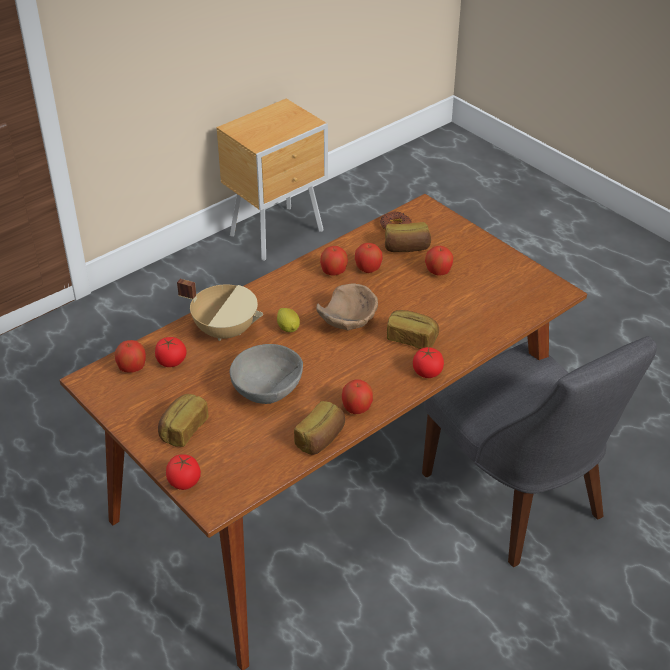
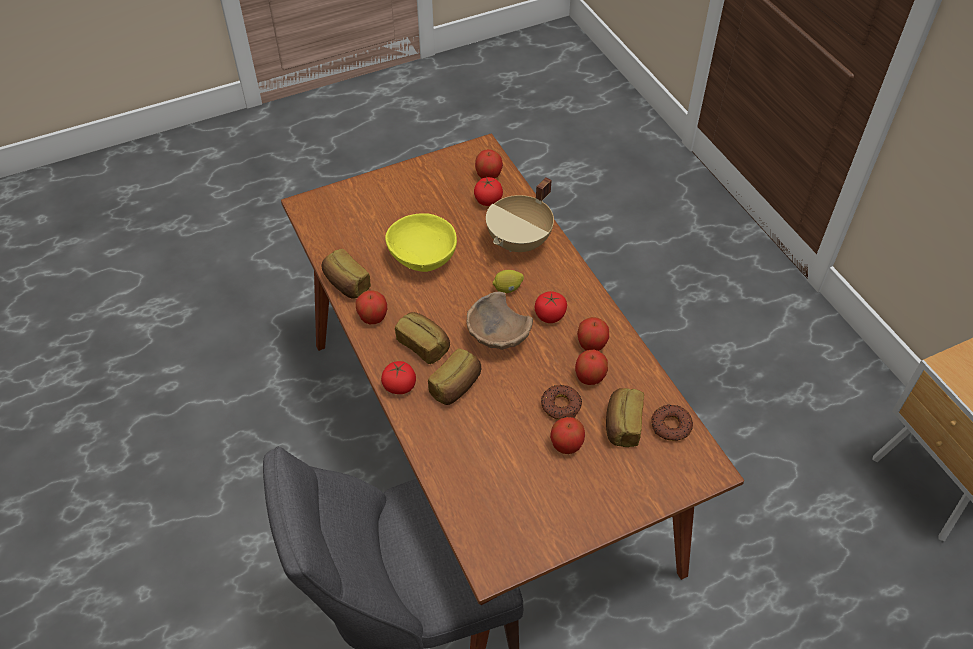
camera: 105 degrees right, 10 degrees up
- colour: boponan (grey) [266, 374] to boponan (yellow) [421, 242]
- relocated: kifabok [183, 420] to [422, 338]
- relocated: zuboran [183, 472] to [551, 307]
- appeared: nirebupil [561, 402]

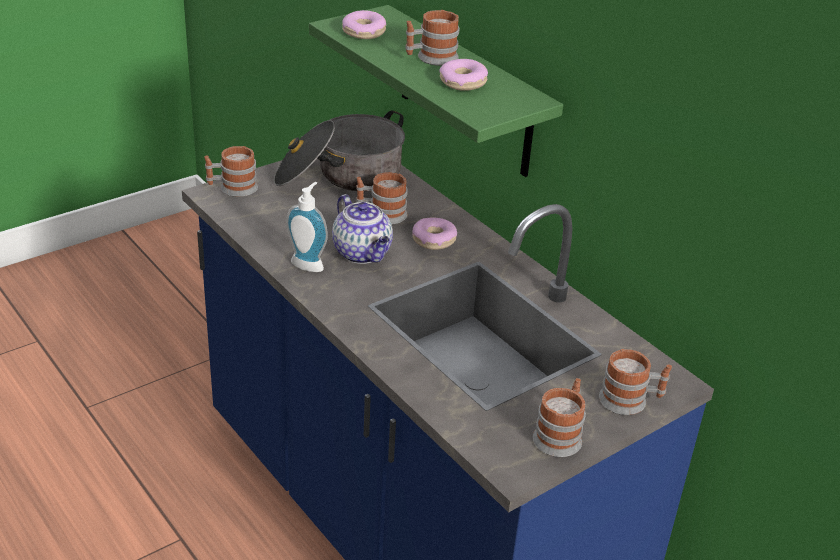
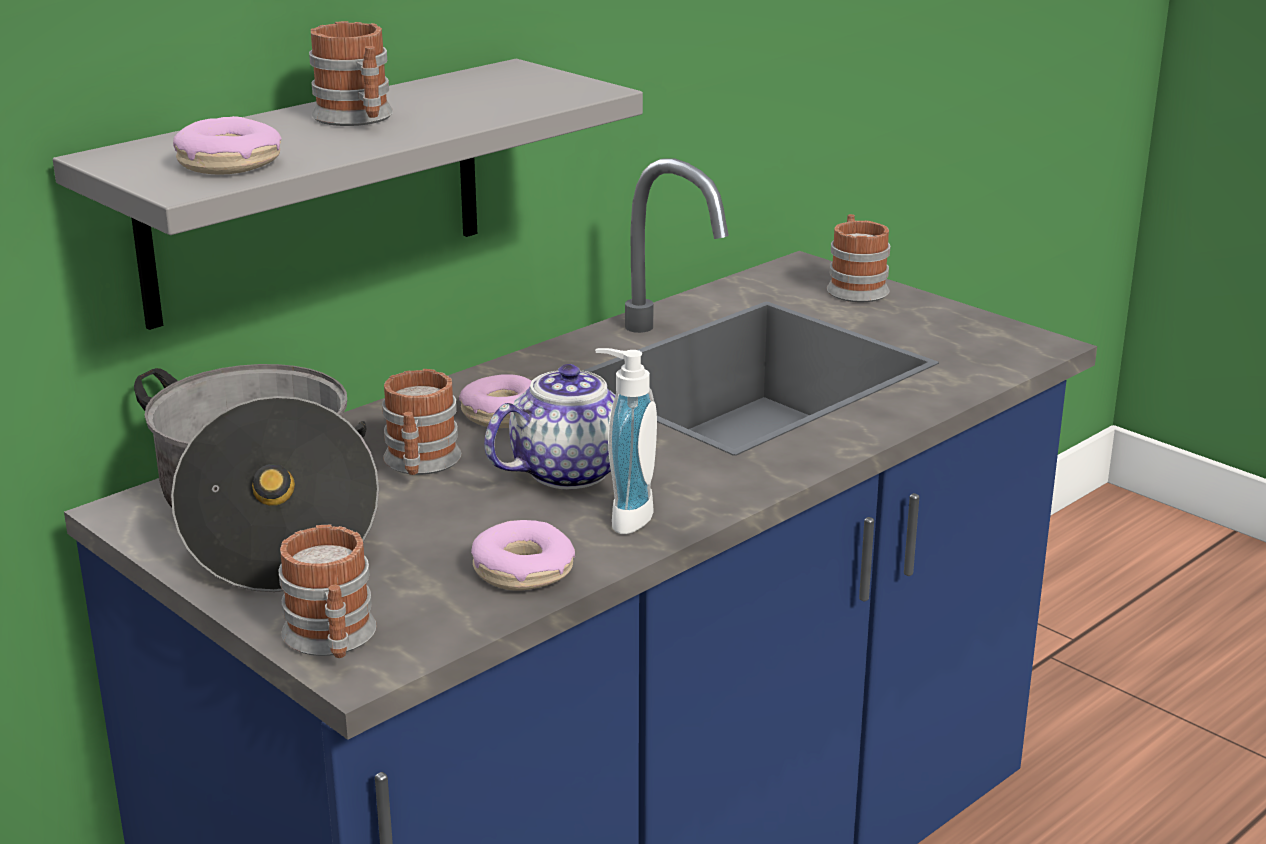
camera: 95 degrees left, 10 degrees down
- colour: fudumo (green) [436, 91] to fudumo (grey) [348, 194]
- relocated: nirebupil [463, 75] to [523, 555]
- missing: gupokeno [559, 417]

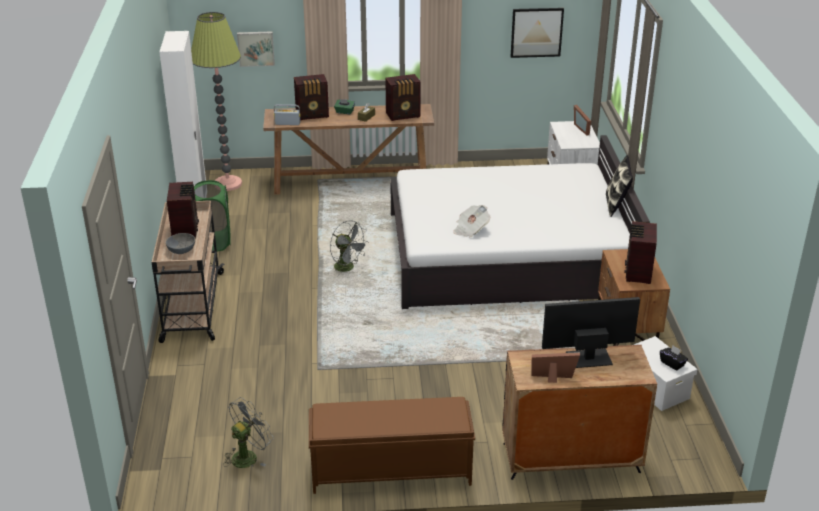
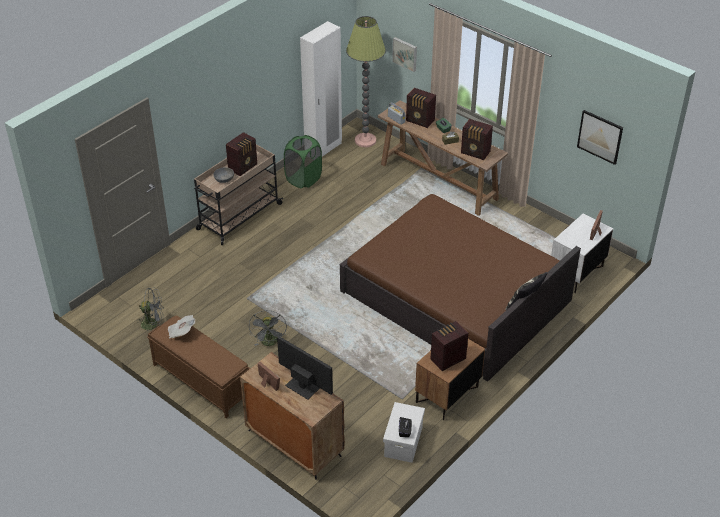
camera: 45 degrees right, 10 degrees up
- colour: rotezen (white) [520, 222] to rotezen (brown) [460, 288]
- relocated: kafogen [471, 221] to [181, 327]
- relocated: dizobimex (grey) [349, 248] to [268, 328]

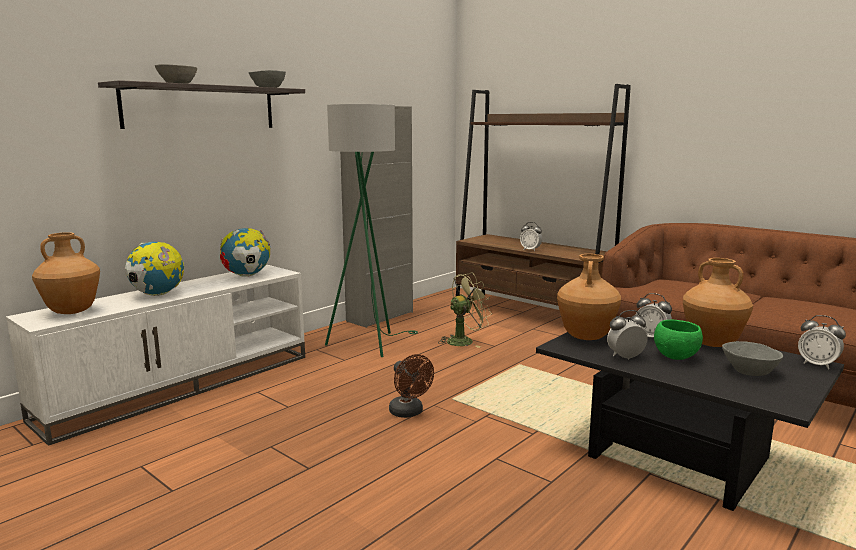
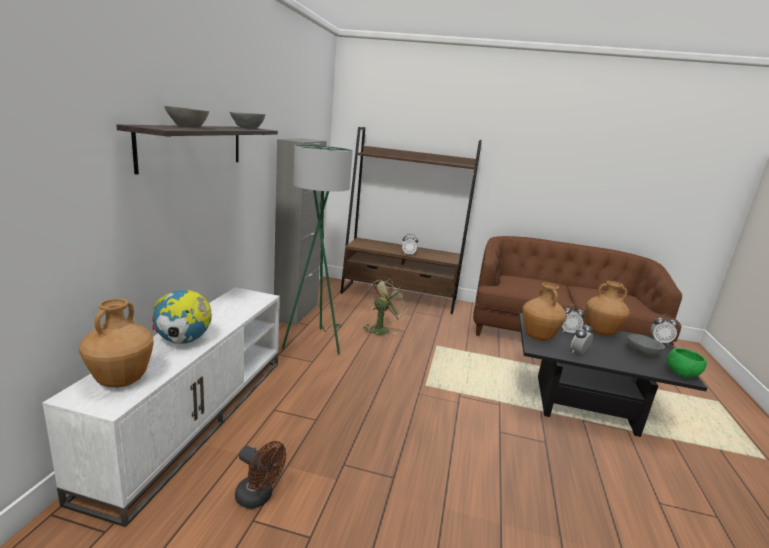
camera: 30 degrees left, 5 degrees up
- missing: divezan [245, 252]
- relocated: boponan (green) [678, 340] to [687, 363]
- relocated: dizobimex (brown) [411, 386] to [260, 475]

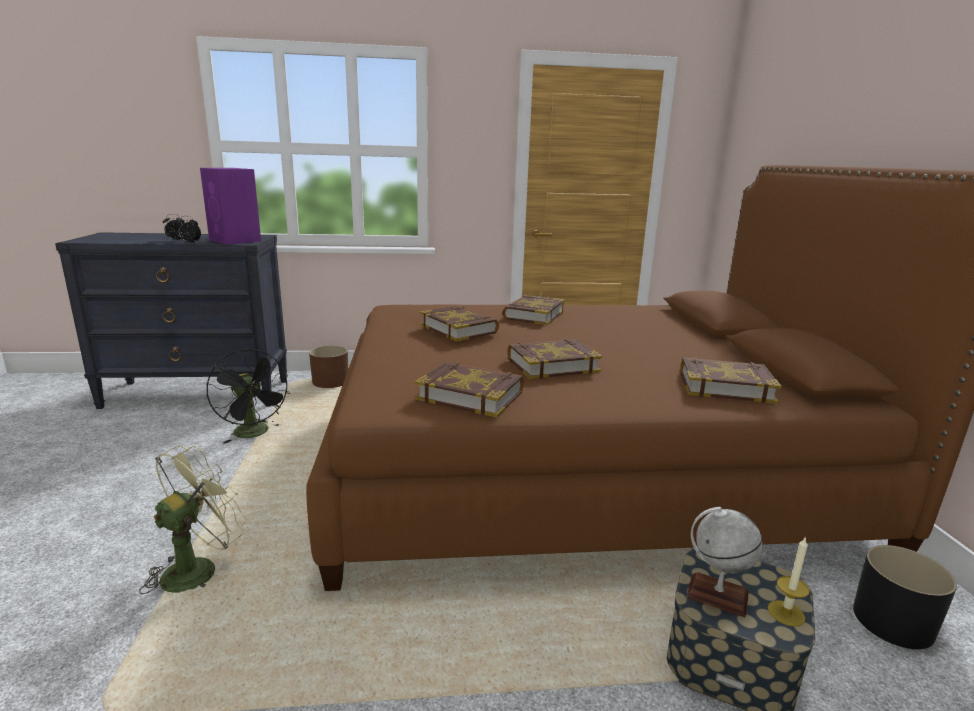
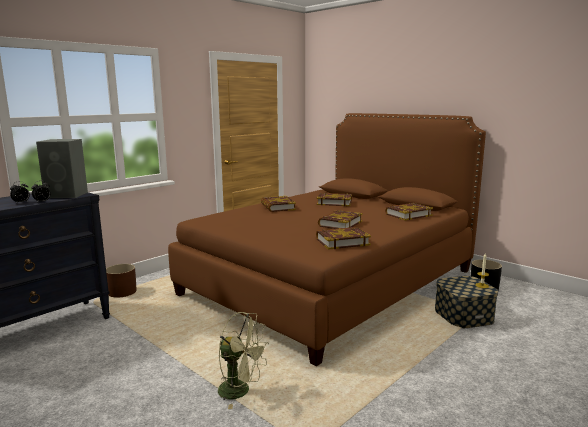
camera: 40 degrees left, 5 degrees down
- colour: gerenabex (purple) [230, 206] to gerenabex (grey) [62, 168]
- relocated: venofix [459, 323] to [334, 199]
- missing: dizobimex (black) [248, 396]
- spun: dizobimex (green) [193, 520] = [243, 360] 120 degrees clockwise
- missing: divezan [725, 562]

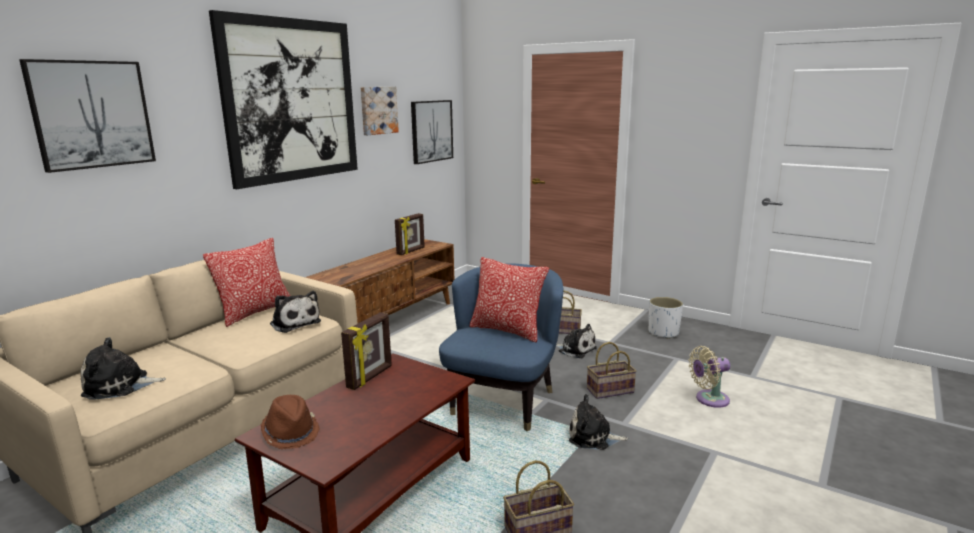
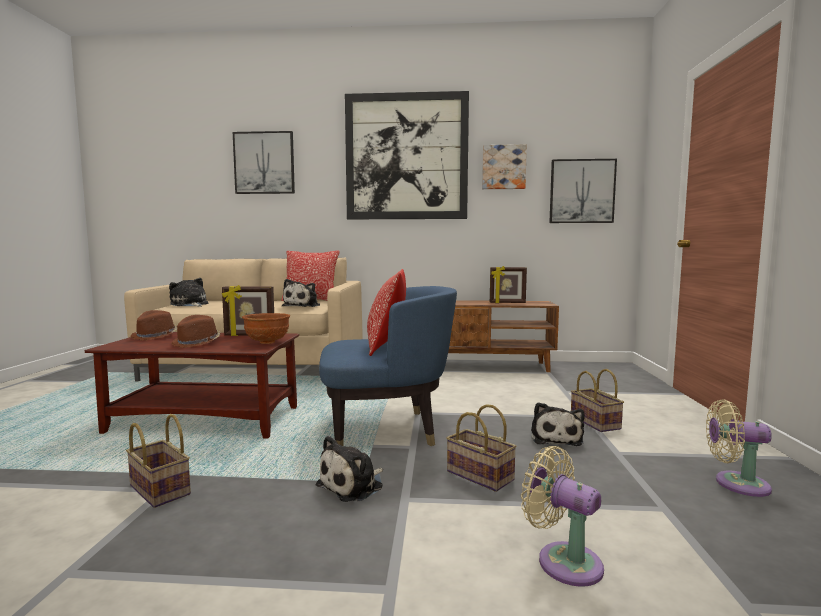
camera: 60 degrees right, 10 degrees down
- exchanged: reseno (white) [666, 318] to dizobimex (beige) [739, 448]
- spun: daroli [598, 422] = [349, 469] 120 degrees counterclockwise
- appeared: boponan (brown) [266, 328]
- appeared: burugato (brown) [196, 331]

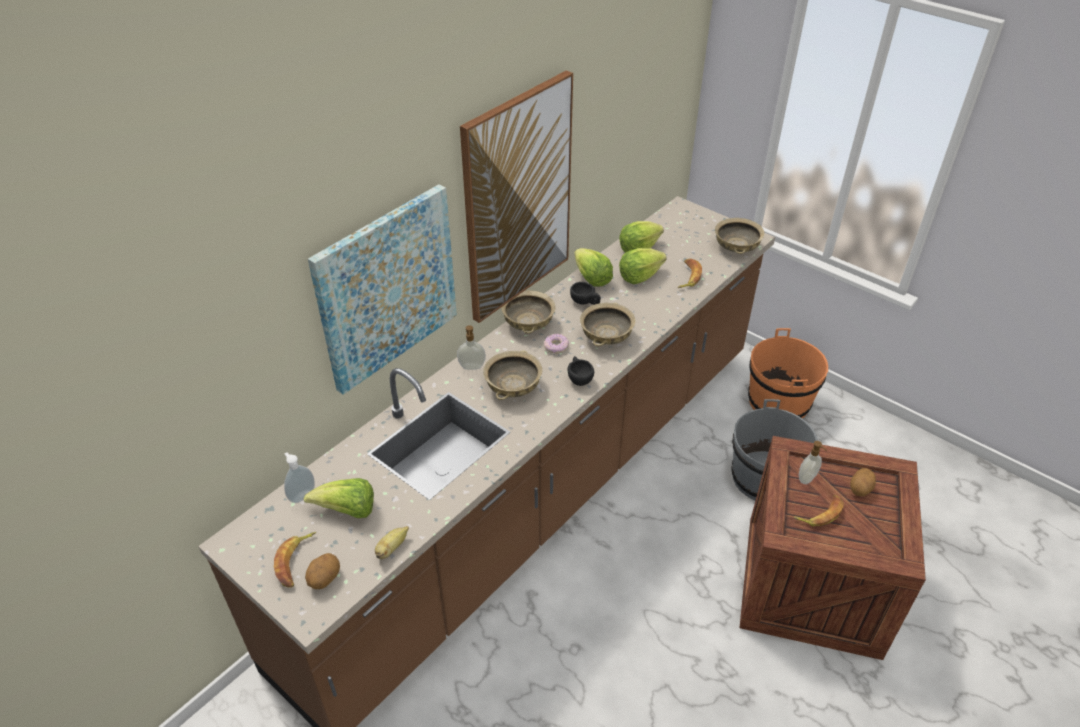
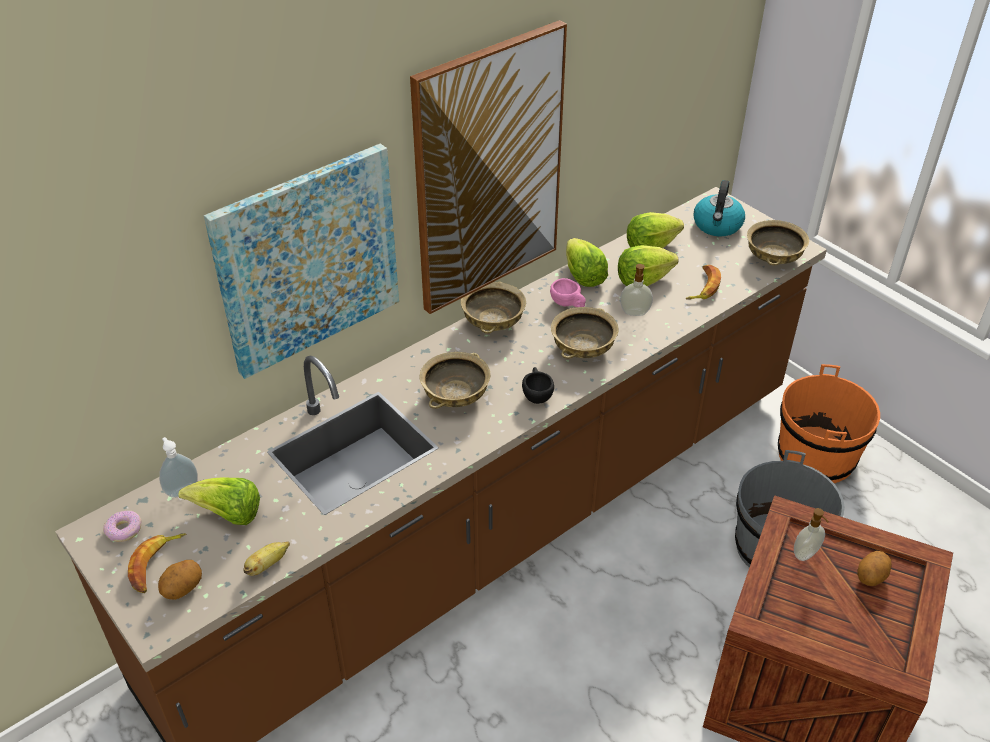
camera: 10 degrees right, 0 degrees up
- colour: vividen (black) [585, 293] to vividen (pink) [568, 292]
- relocated: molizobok [471, 347] to [636, 290]
- relocated: nirebupil [556, 344] to [122, 526]
- missing: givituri [819, 510]
- appeared: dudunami [719, 208]

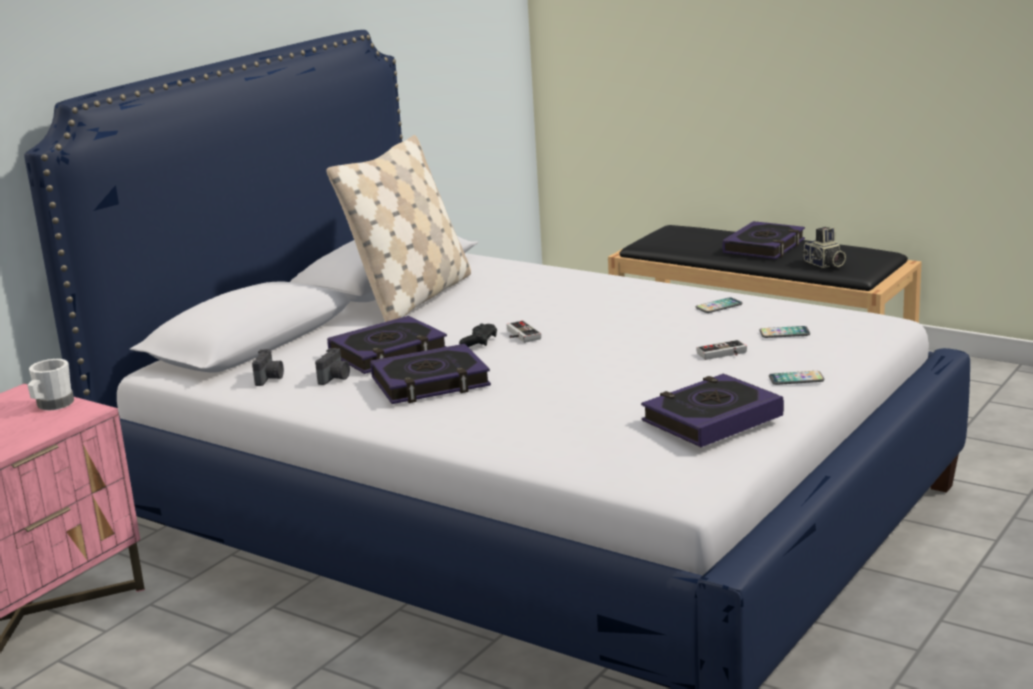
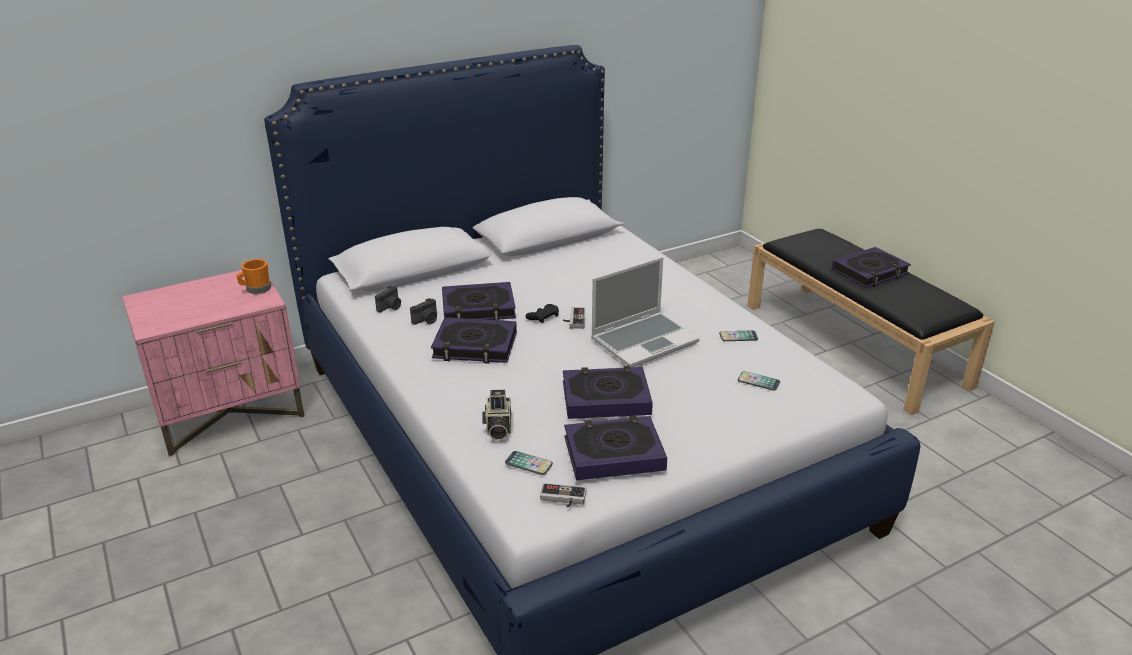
camera: 25 degrees right, 10 degrees up
- missing: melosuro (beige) [398, 228]
- relocated: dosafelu [824, 247] to [497, 415]
- relocated: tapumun [722, 350] to [563, 495]
- colour: gupokeno (white) [50, 384] to gupokeno (orange) [253, 276]
- relocated: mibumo [796, 378] to [529, 463]
- appeared: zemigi [645, 312]
- appeared: venofix [608, 392]

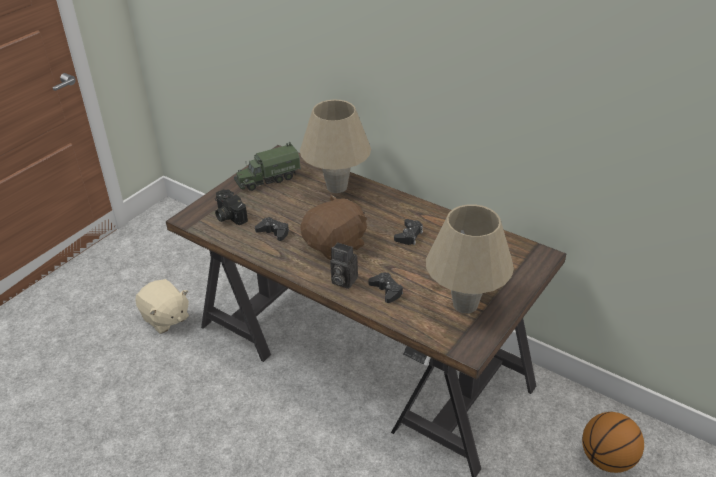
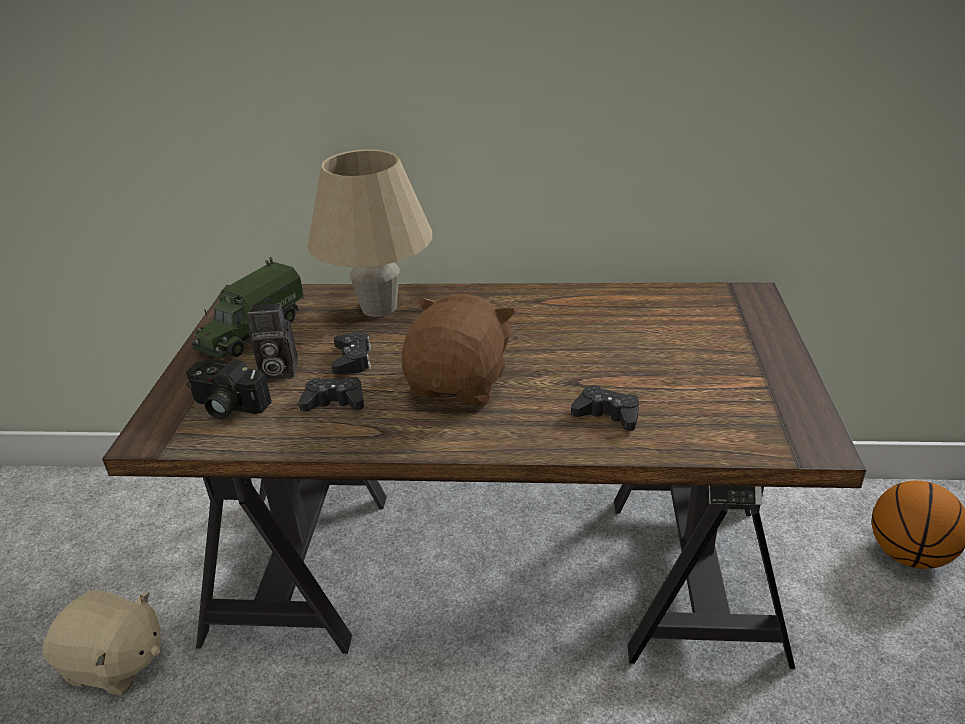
camera: 30 degrees left, 5 degrees down
- missing: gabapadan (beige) [470, 259]
- relocated: tapumun (black) [408, 232] to [351, 353]
- relocated: dosafelu [344, 265] to [272, 342]

